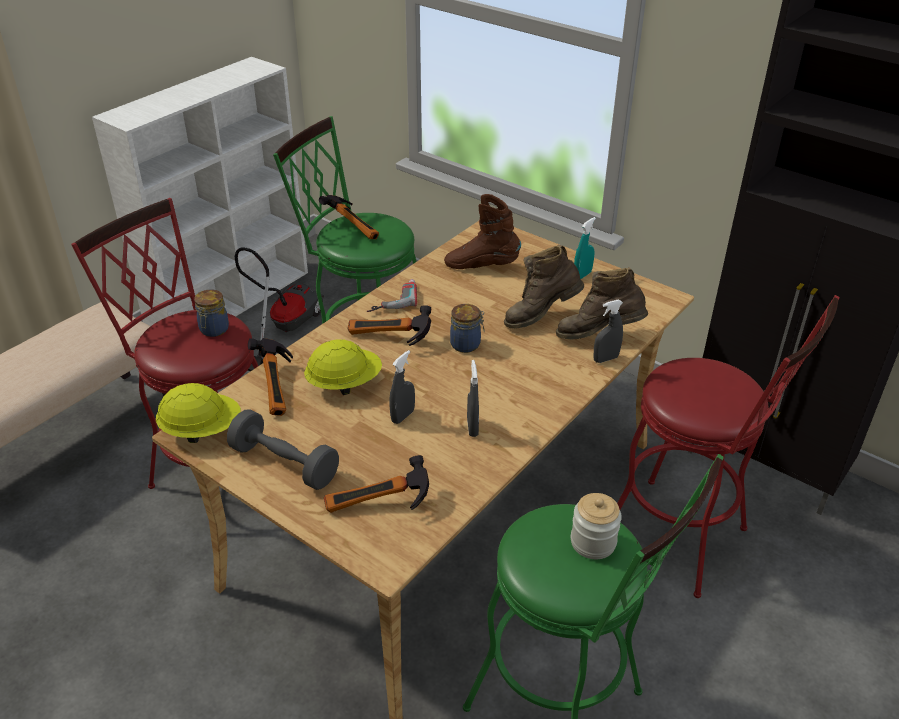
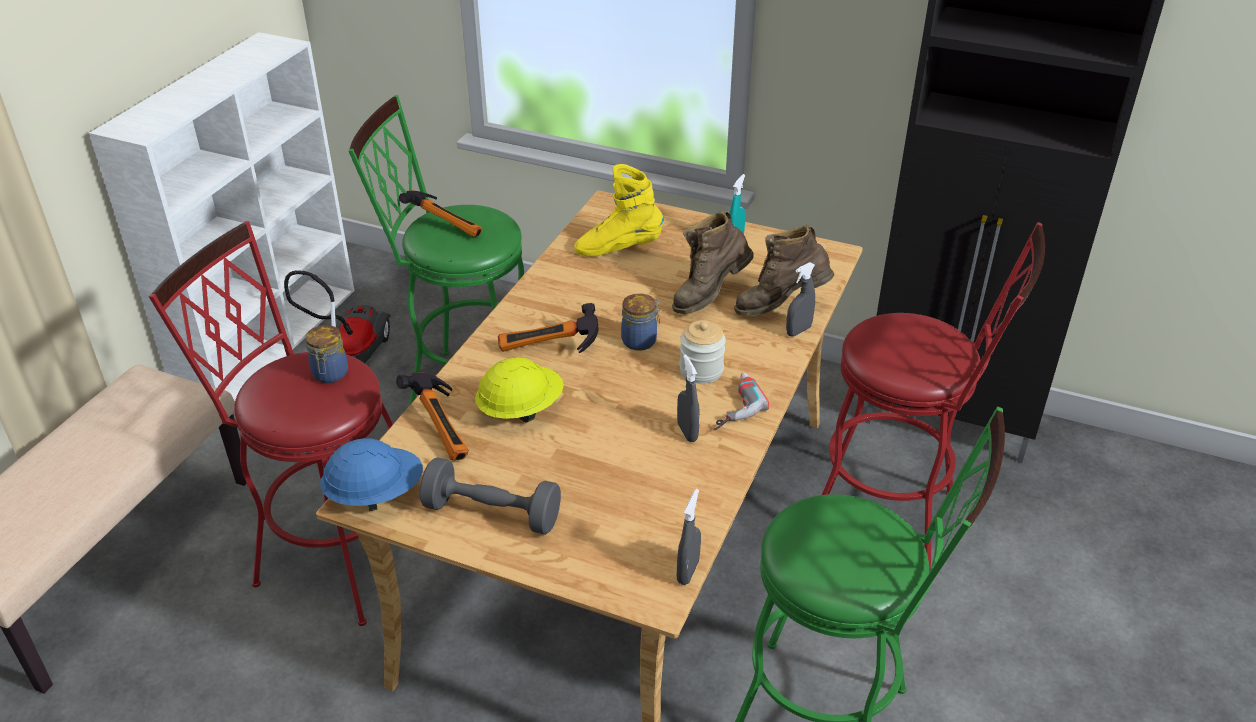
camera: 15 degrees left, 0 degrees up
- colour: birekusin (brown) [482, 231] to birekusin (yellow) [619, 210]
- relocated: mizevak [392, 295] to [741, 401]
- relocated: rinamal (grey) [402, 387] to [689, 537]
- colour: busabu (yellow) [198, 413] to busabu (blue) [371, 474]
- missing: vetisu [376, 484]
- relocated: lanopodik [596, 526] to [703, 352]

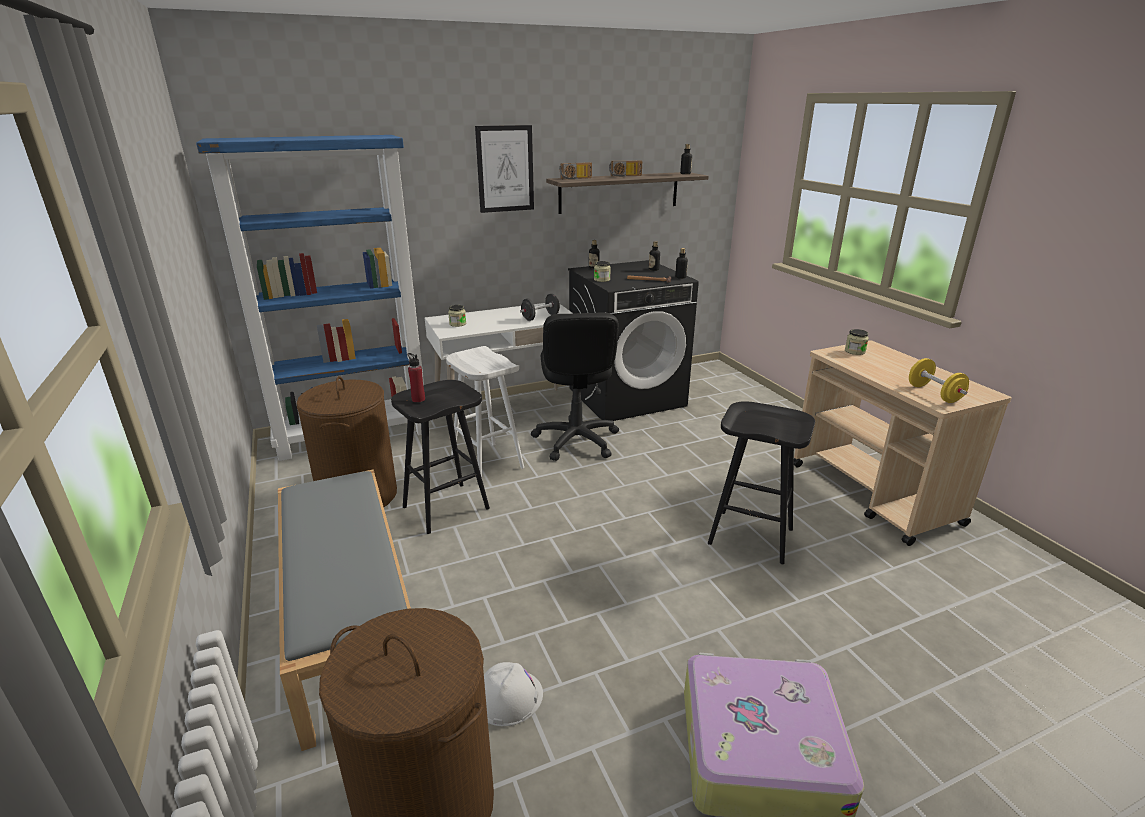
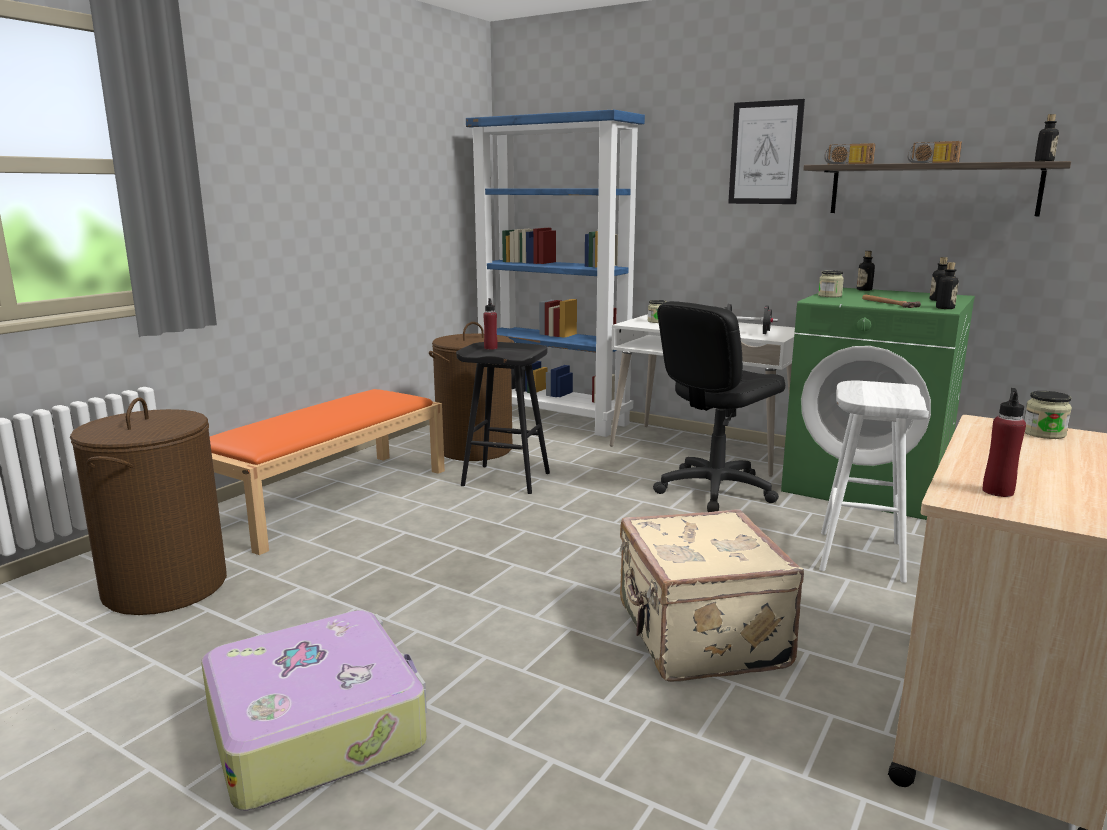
camera: 55 degrees right, 10 degrees down
- colour: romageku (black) [633, 340] to romageku (green) [878, 404]
- relocated: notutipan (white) [485, 411] to [874, 482]
- exchanged: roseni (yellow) [939, 380] to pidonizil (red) [1004, 442]
- exchanged: notutipan (black) [761, 482] to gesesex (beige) [712, 595]
- colour: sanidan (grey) [344, 610] to sanidan (orange) [327, 472]
- missing: busabu (white) [513, 694]

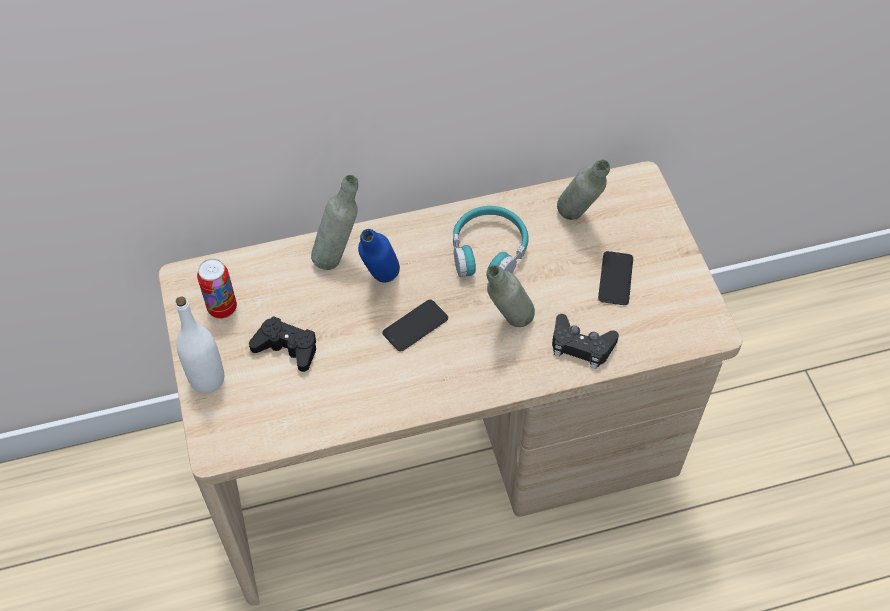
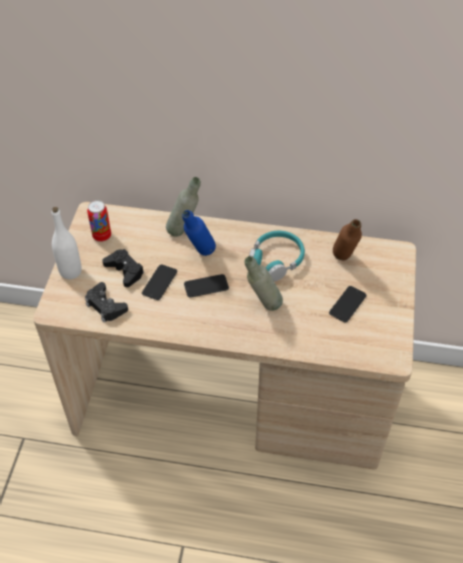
camera: 25 degrees right, 5 degrees down
- colour: pidonizil (grey) [583, 190] to pidonizil (brown) [347, 239]
- relocated: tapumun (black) [585, 341] to [106, 302]
- appeared: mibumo [159, 282]

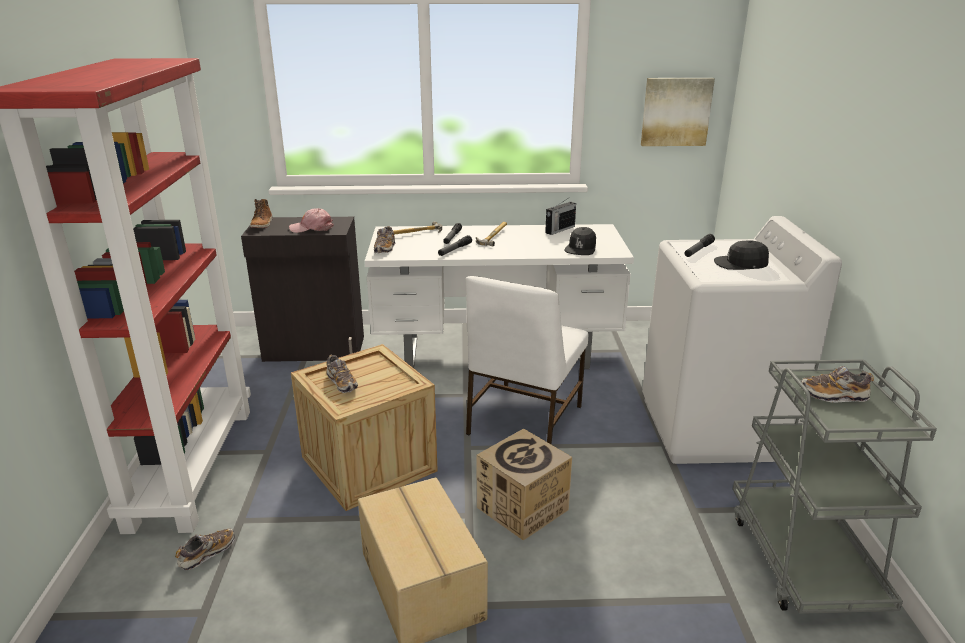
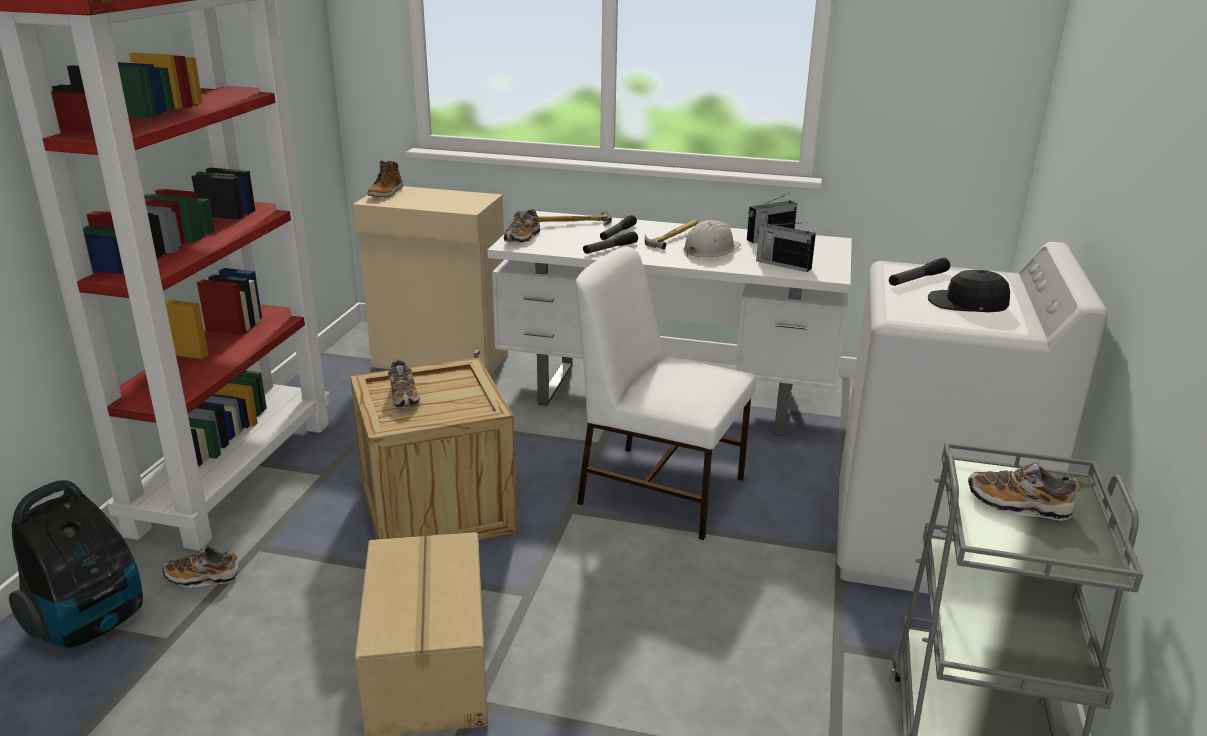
camera: 15 degrees right, 0 degrees up
- missing: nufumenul [678, 112]
- missing: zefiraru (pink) [311, 220]
- colour: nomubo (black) [302, 289] to nomubo (beige) [430, 281]
- exchanged: zefiraru (black) [580, 241] to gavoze [786, 247]
- spun: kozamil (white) [527, 360] = [666, 393] 75 degrees clockwise
- missing: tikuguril [524, 484]
- spun: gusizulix [205, 549] = [201, 566] 150 degrees counterclockwise
- appeared: busabu (white) [712, 238]
- appeared: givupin [76, 564]

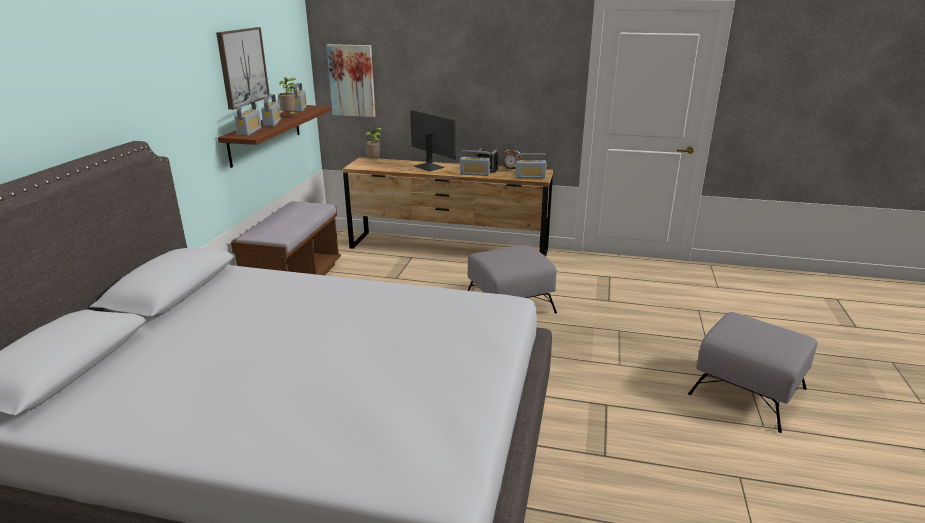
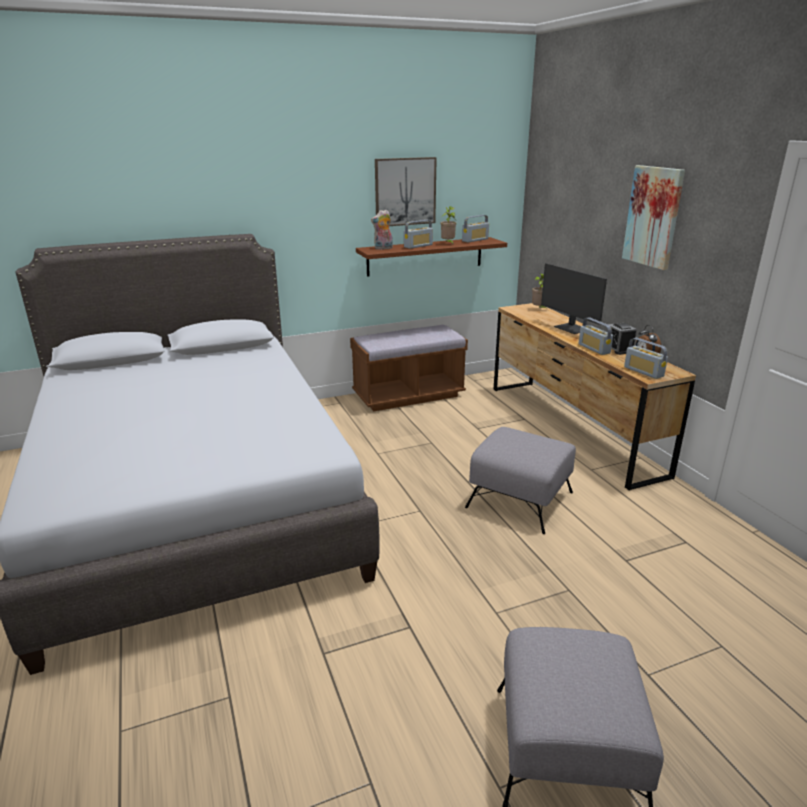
camera: 55 degrees right, 0 degrees up
- relocated: nufumenul [351, 80] to [653, 217]
- exchanged: gavoze [248, 118] to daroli [382, 230]
- spun: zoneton [433, 140] = [574, 298] 135 degrees clockwise

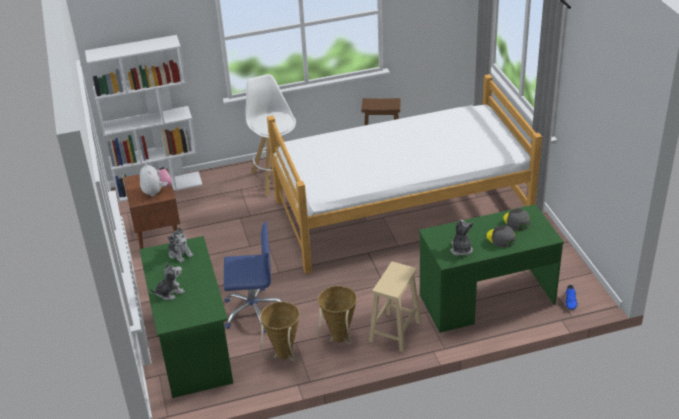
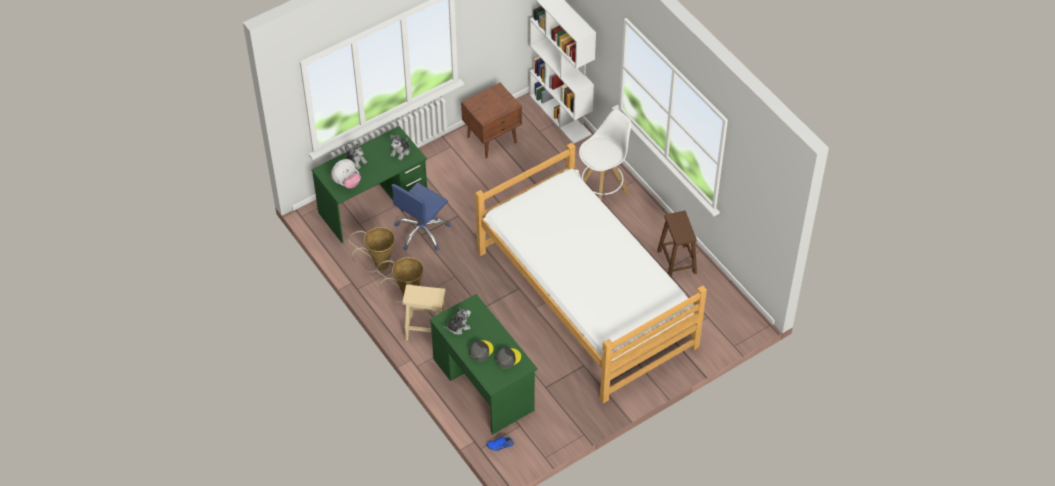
camera: 70 degrees right, 15 degrees up
- relocated: daroli [156, 180] to [346, 174]
- spun: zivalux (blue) [253, 277] = [420, 216] 60 degrees clockwise

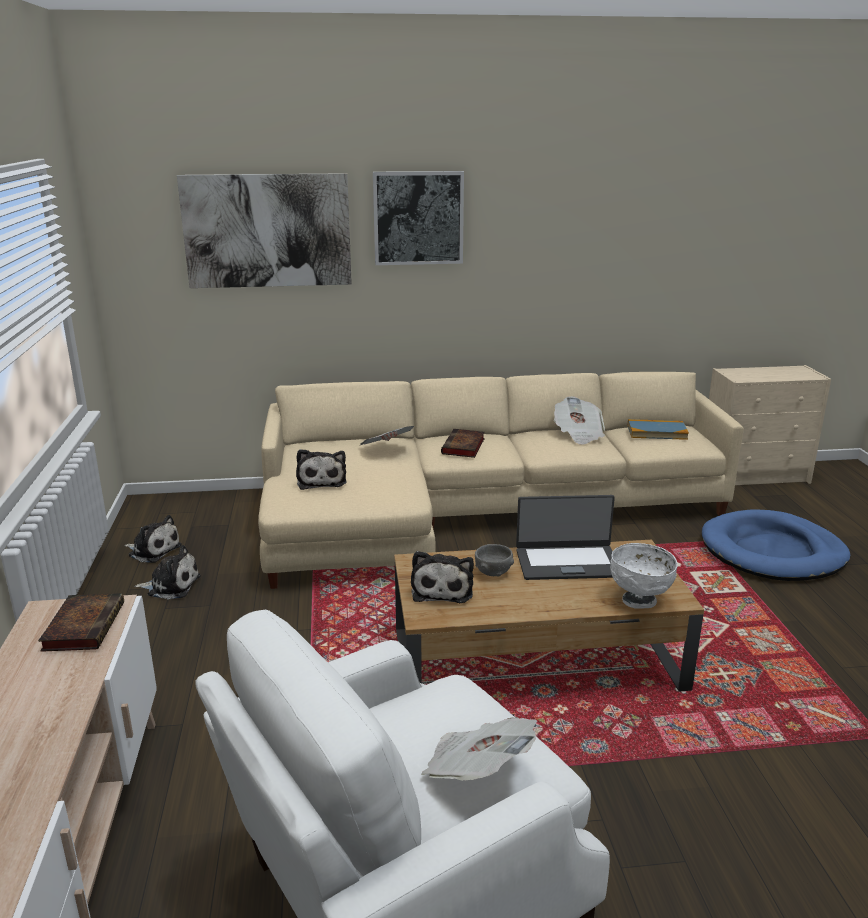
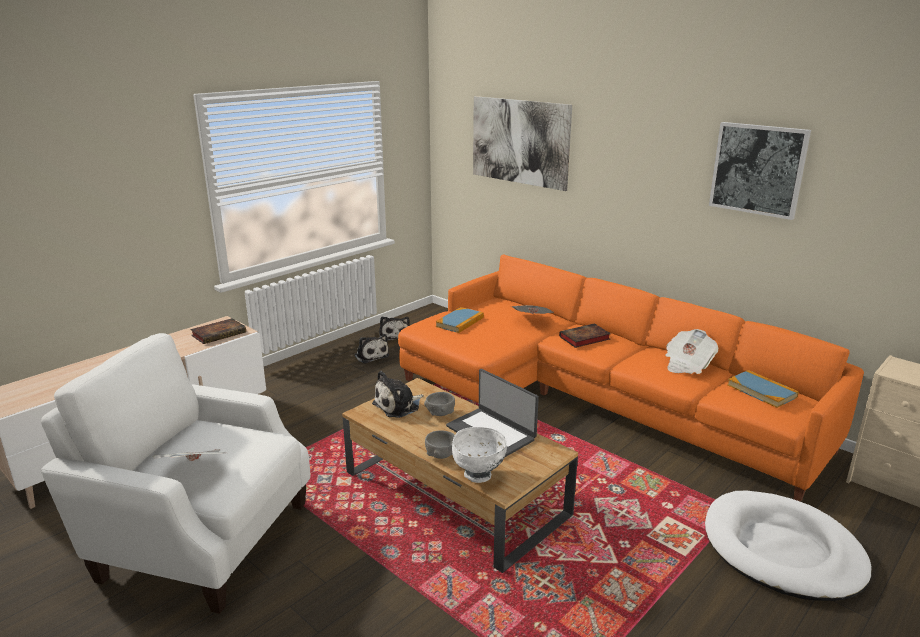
camera: 50 degrees right, 0 degrees up
- relocated: nufumenul [418, 218] to [760, 171]
- colour: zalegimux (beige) [501, 480] to zalegimux (orange) [631, 378]
- exchanged: daroli [321, 469] to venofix [460, 320]
- colour: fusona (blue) [776, 545] to fusona (white) [788, 546]
- appeared: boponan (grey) [440, 444]

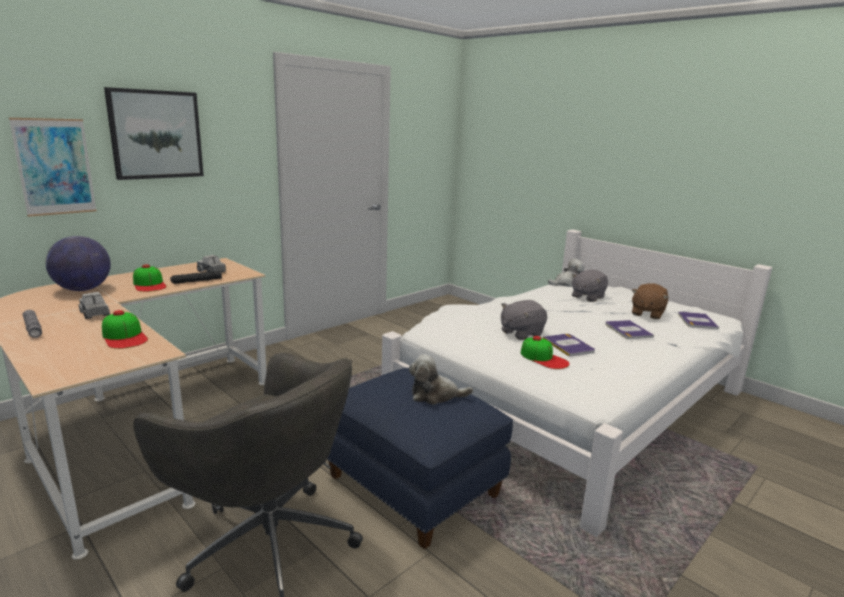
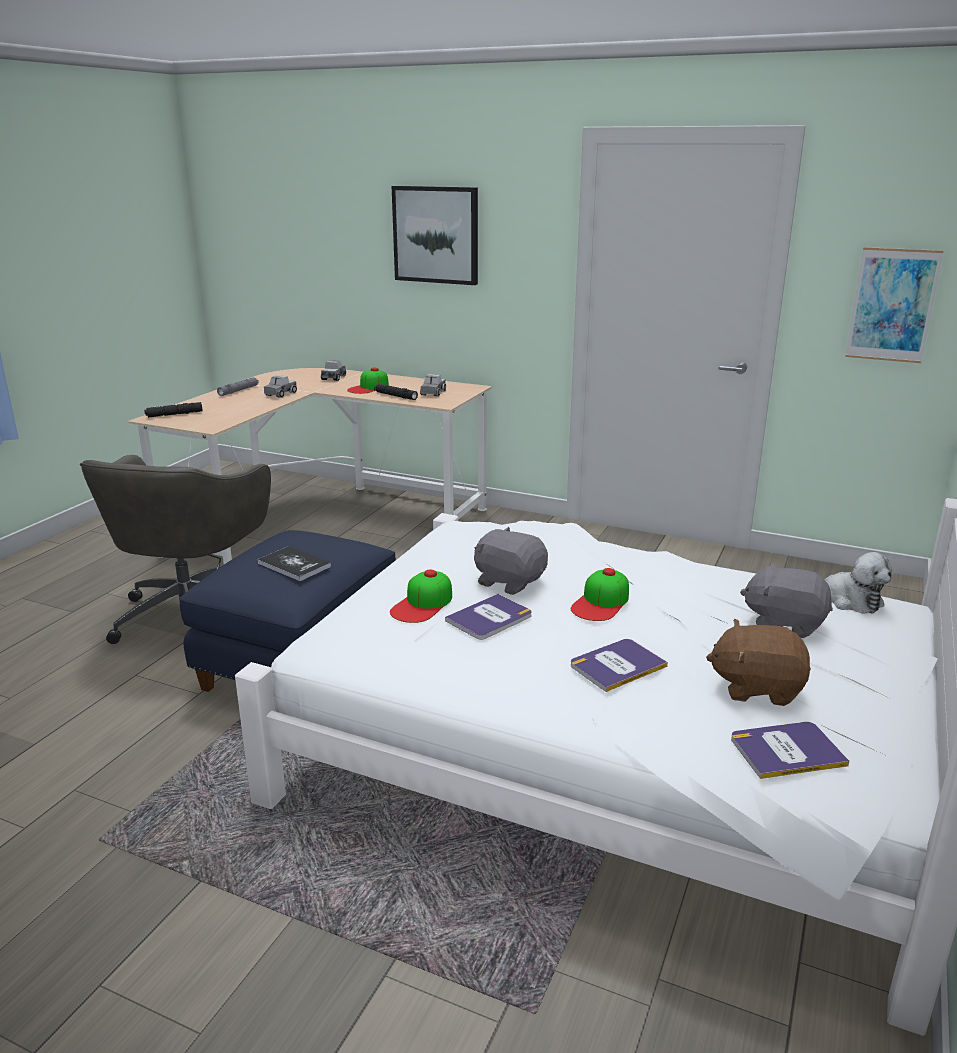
camera: 70 degrees right, 5 degrees up
- relocated: nufumenul [53, 167] to [894, 305]
- exchanged: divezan [78, 263] to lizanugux [333, 370]
- relocated: zefiraru [125, 329] to [600, 594]
- exchanged: daroli [441, 379] to venofix [294, 563]
- appeared: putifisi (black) [173, 410]

